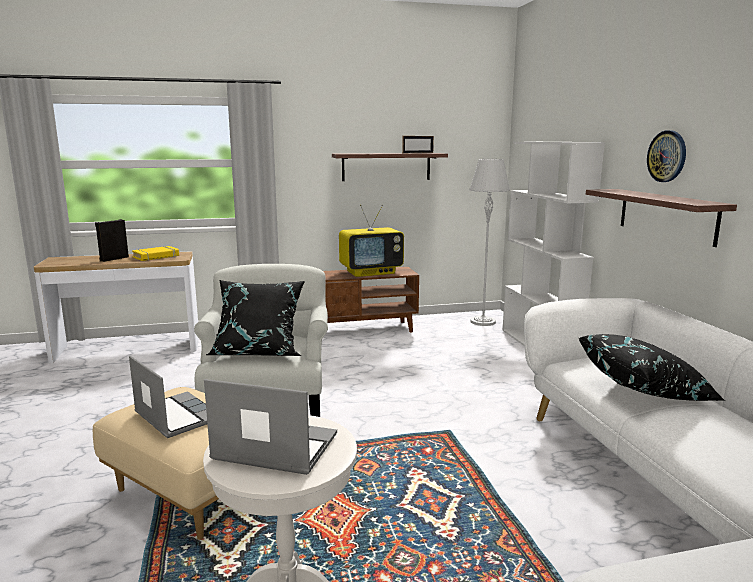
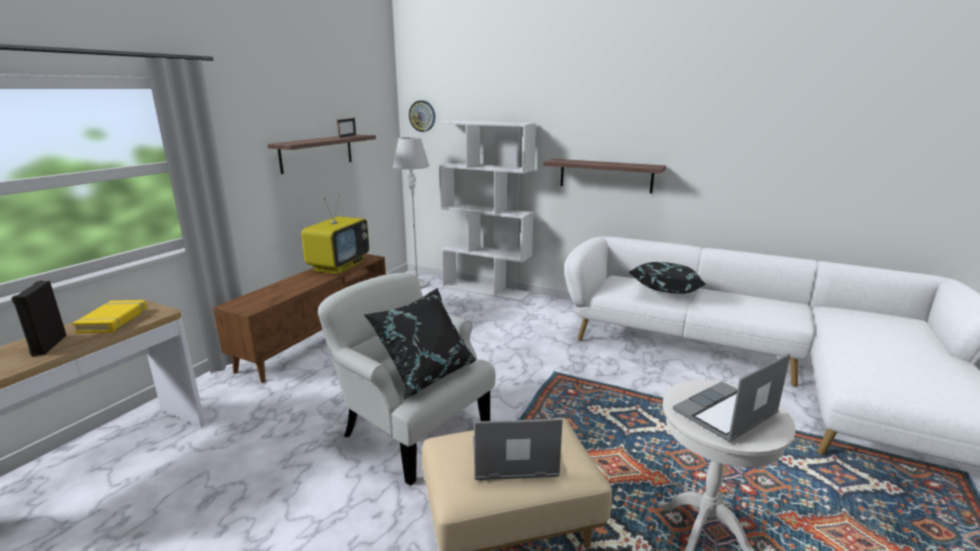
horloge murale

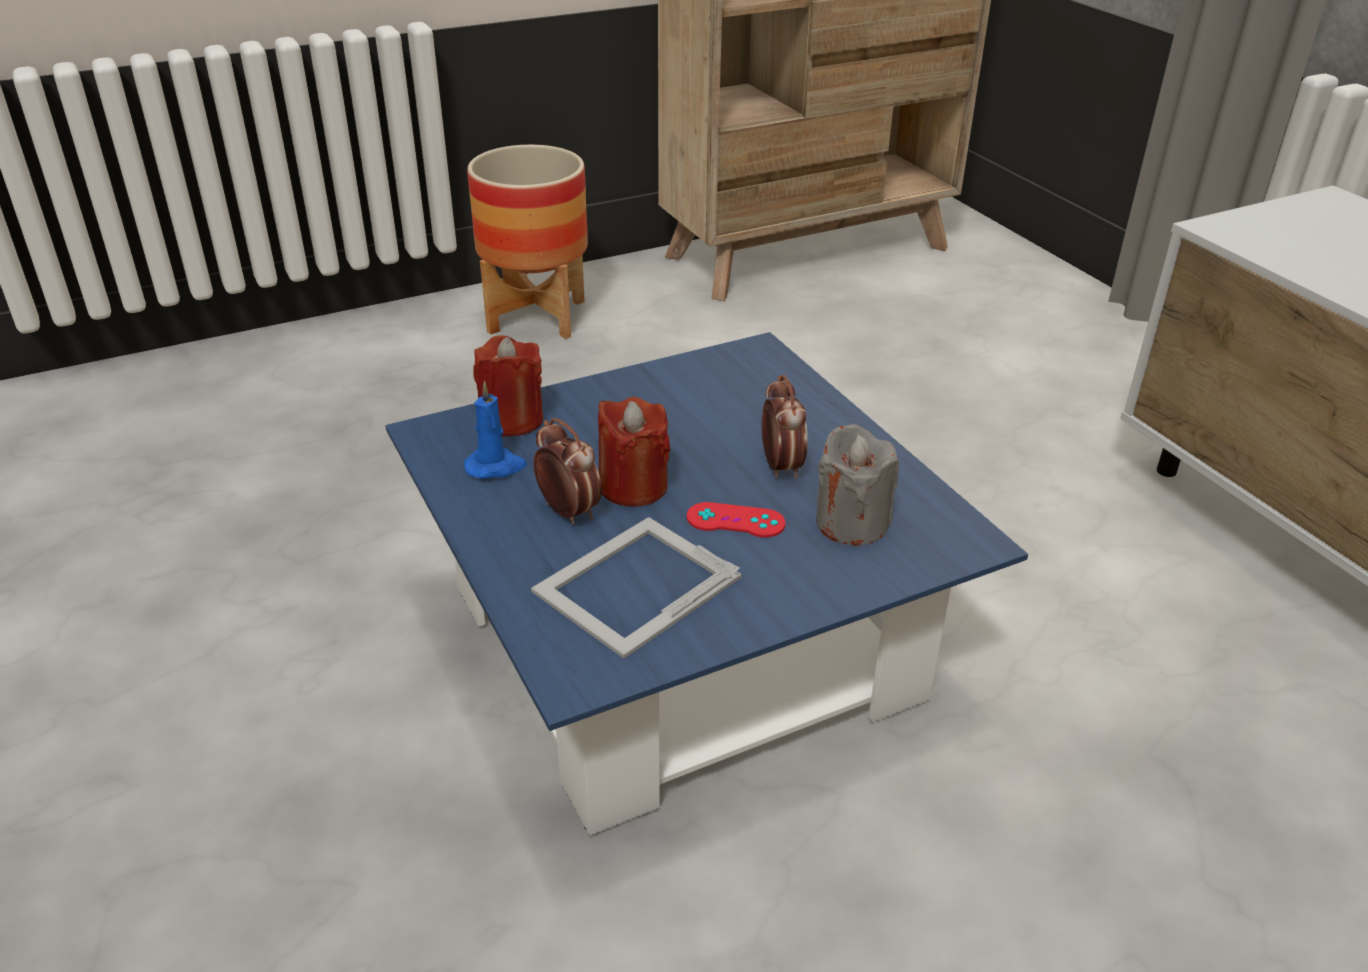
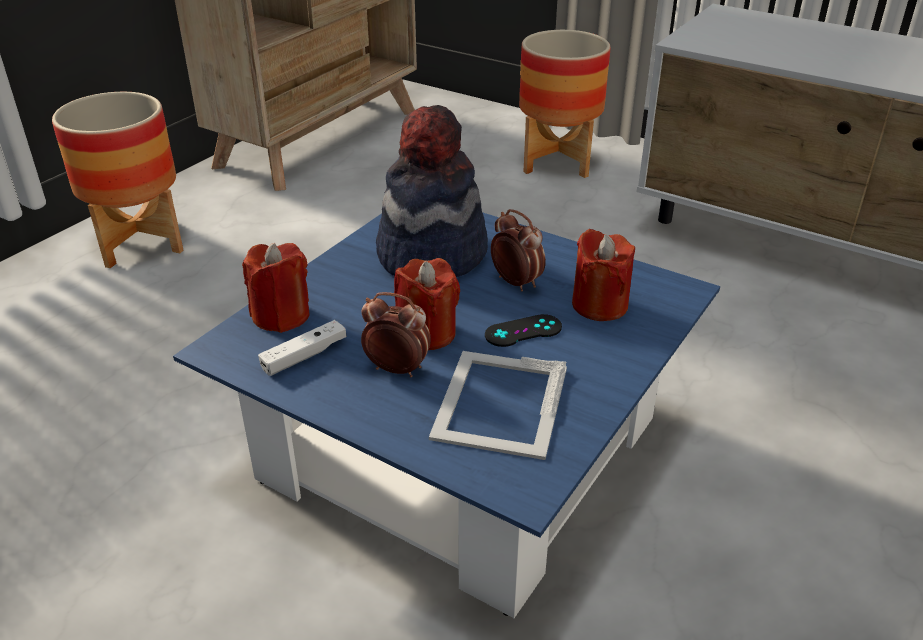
manette/blanc; bougie/rouge (no. 3 from left); manette/noir; cache-pot (no. 2 from left); chapeau

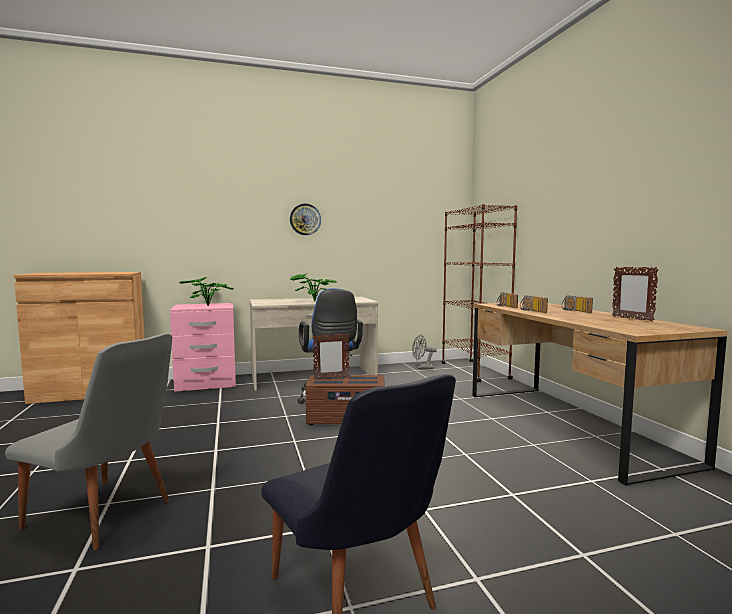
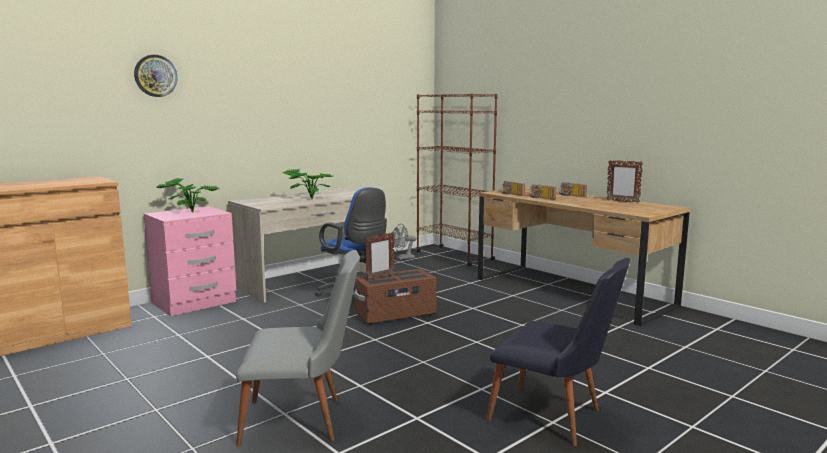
horloge murale

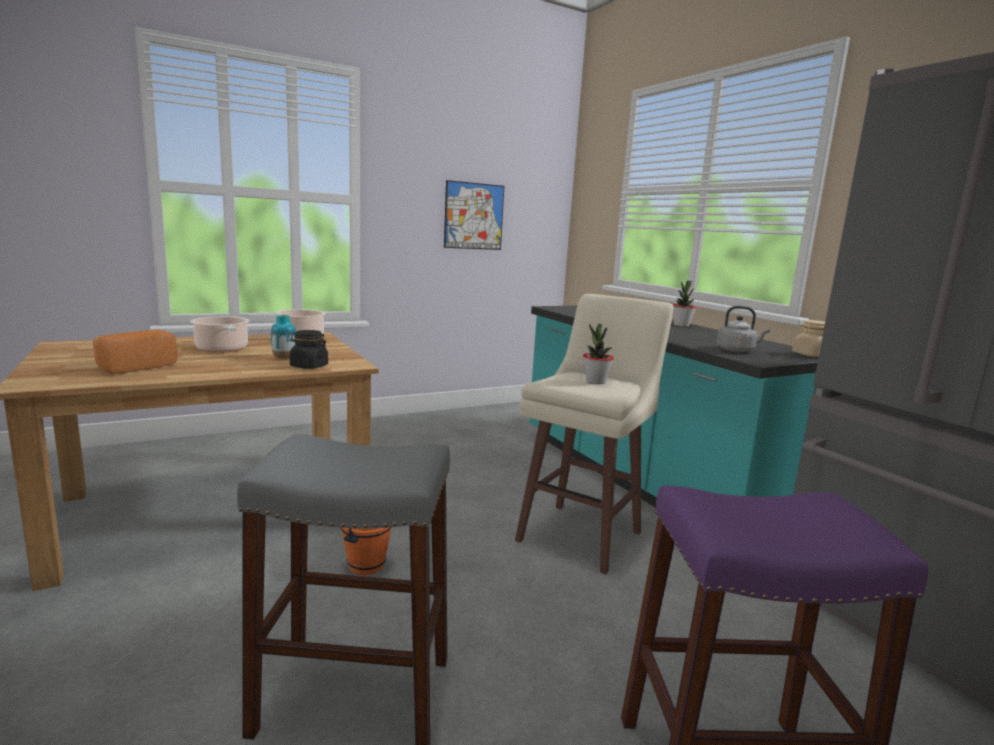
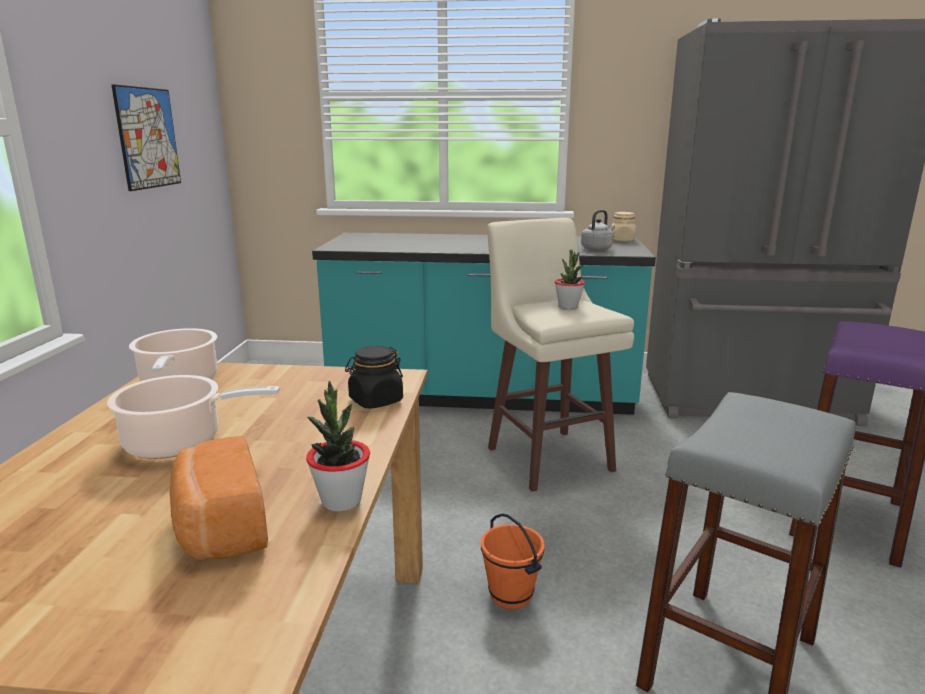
plante en pot (no. 1 from left); vase

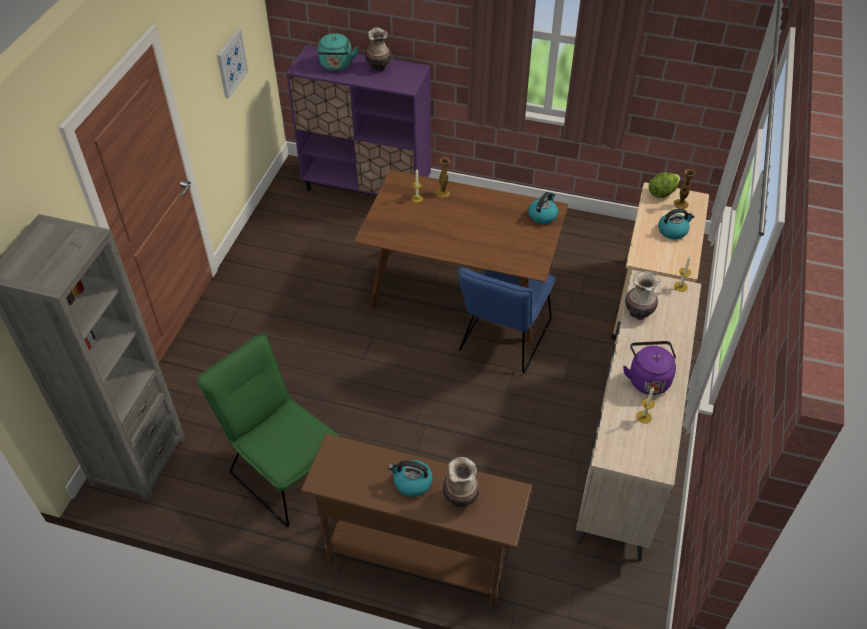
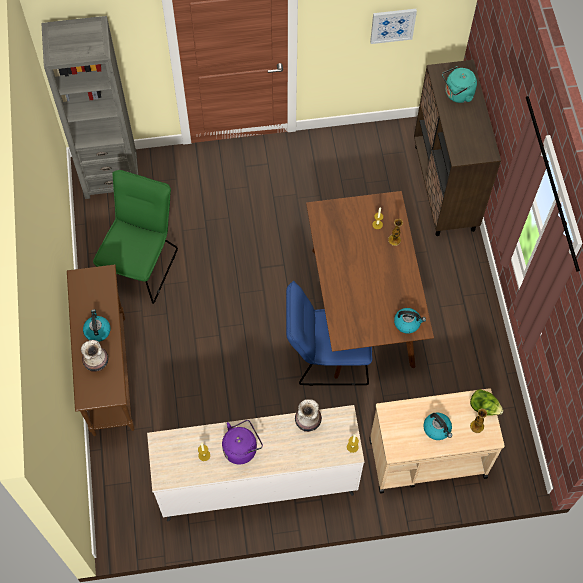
vase (no. 1 from left in the first image); meuble de rangement/marron

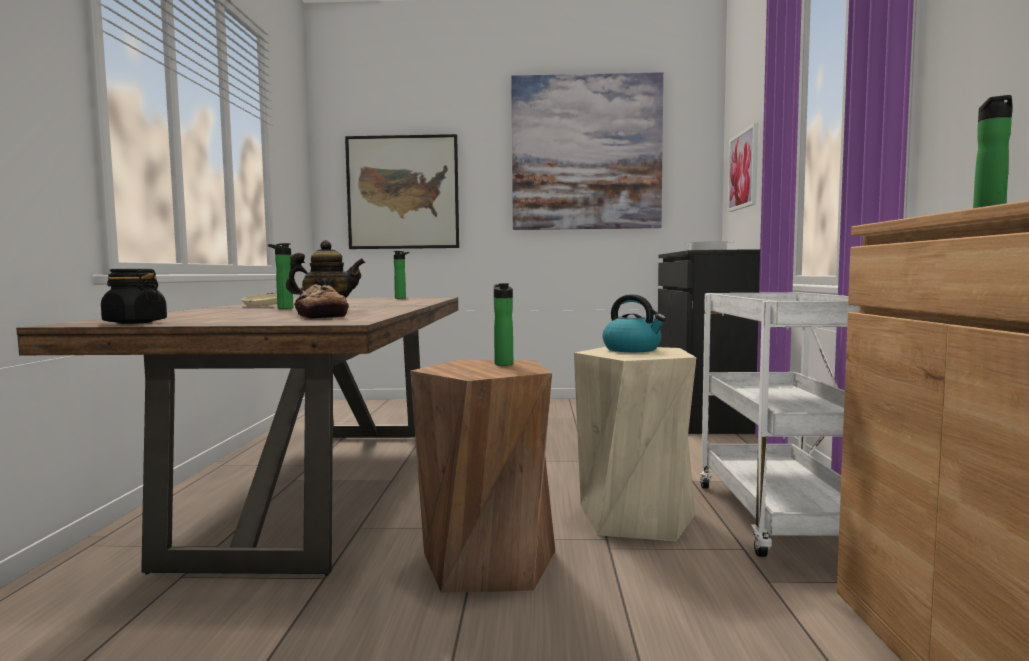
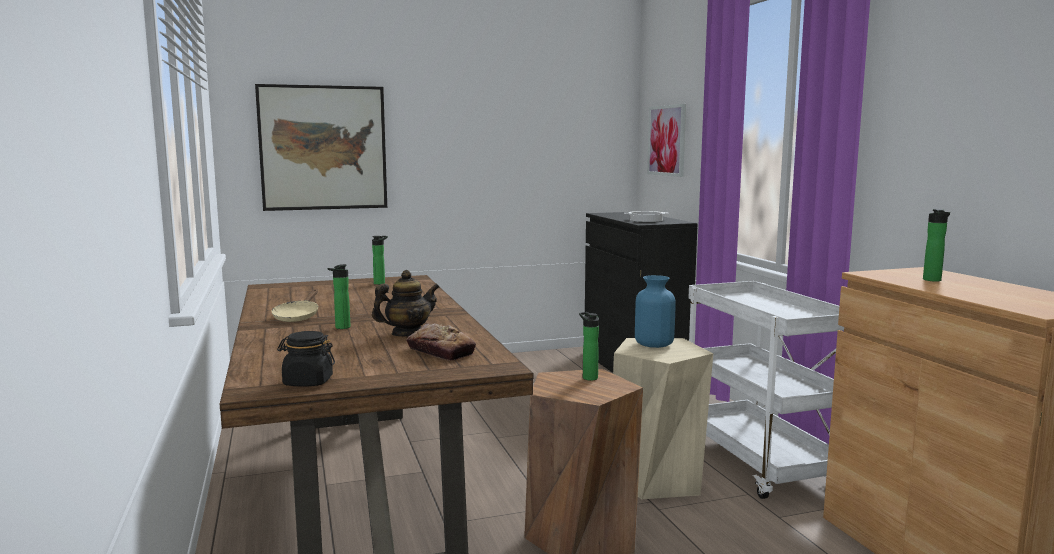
tableau (no. 2 from left in the first image); vase/bleu

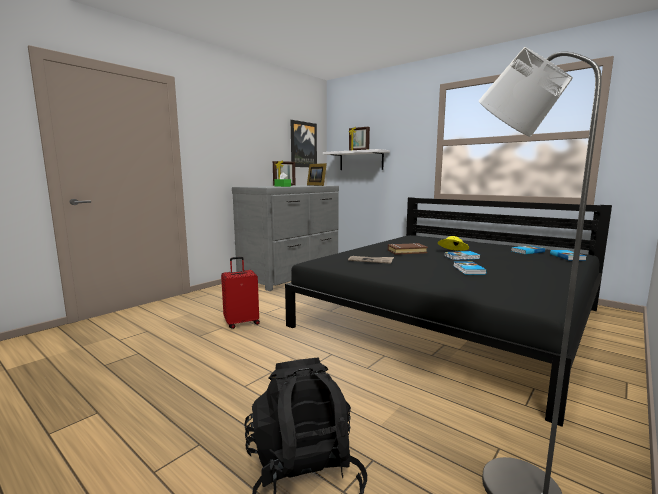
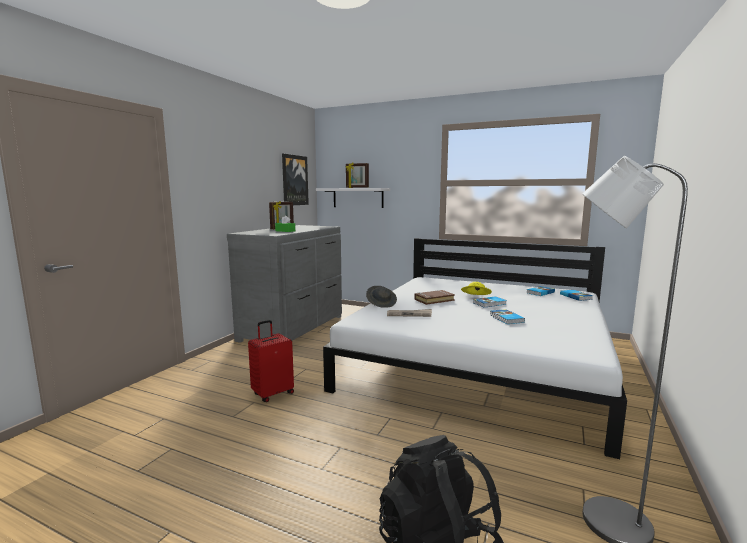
cadre photo (no. 2 from left in the first image); lit/blanc; chapeau/gris

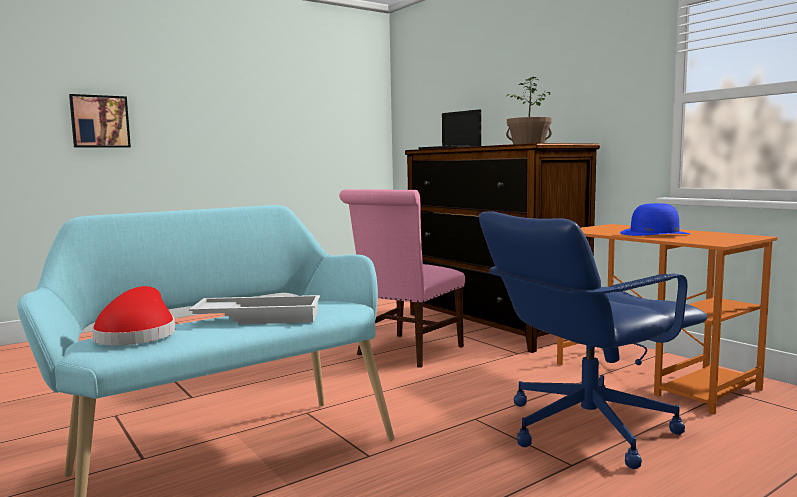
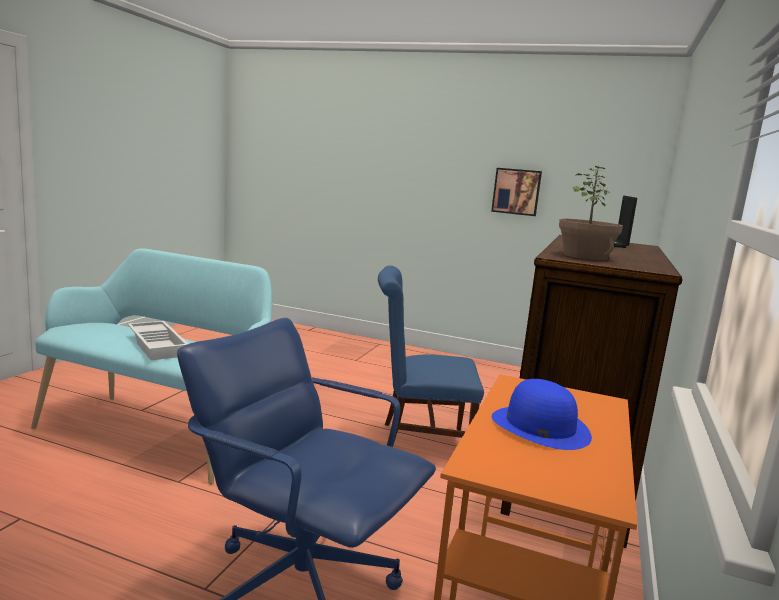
tableau; chaise/bleu; chapeau/rouge

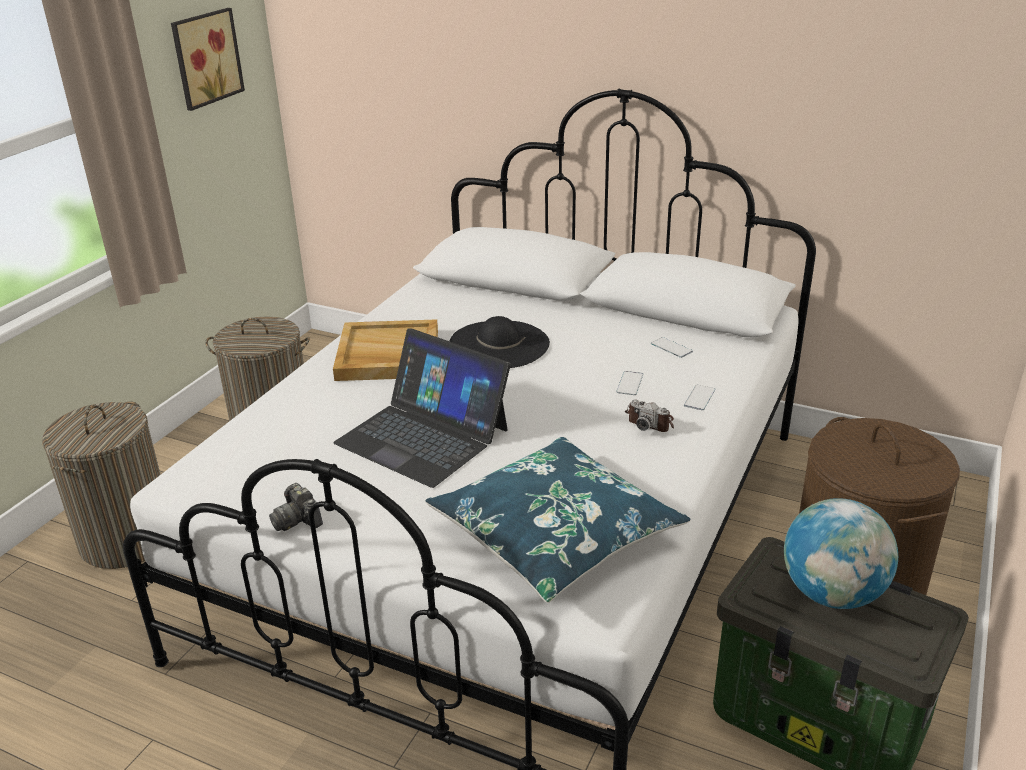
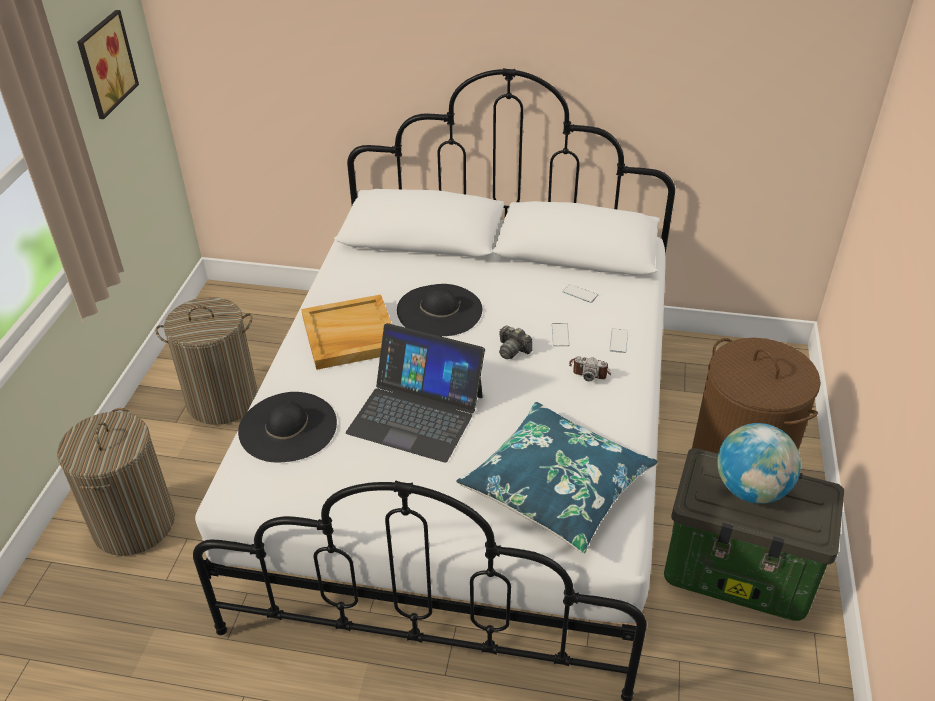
appareil photo (no. 1 from left); chapeau/noir (no. 1 from left)

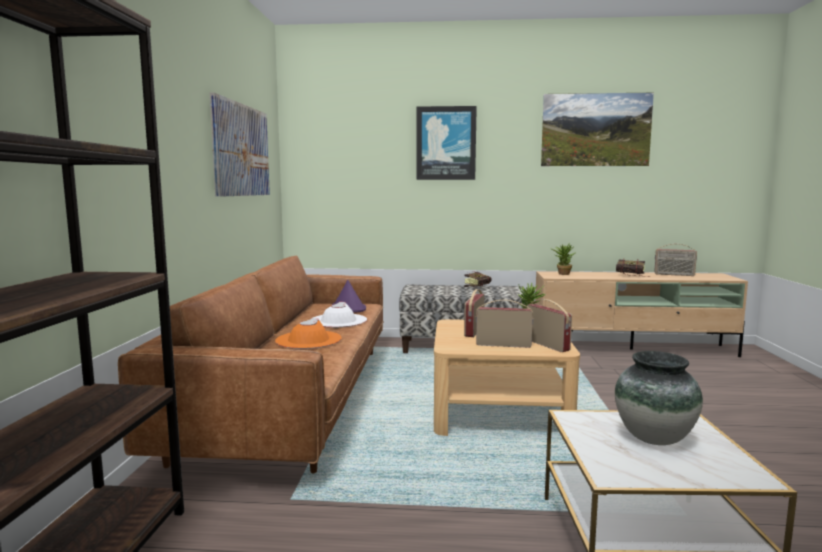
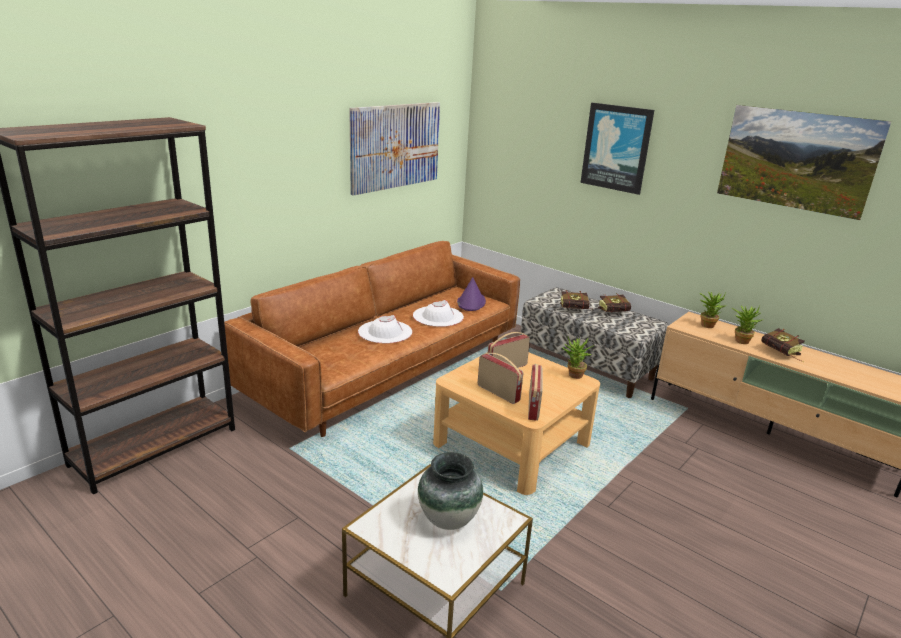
radio (no. 4 from left in the first image); chapeau/blanc (no. 1 from left); livre (no. 1 from left); plante en pot (no. 3 from left)

